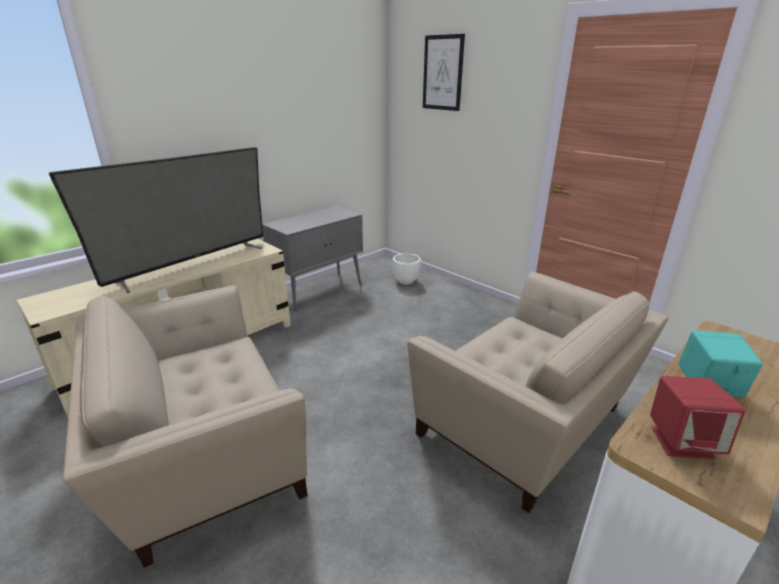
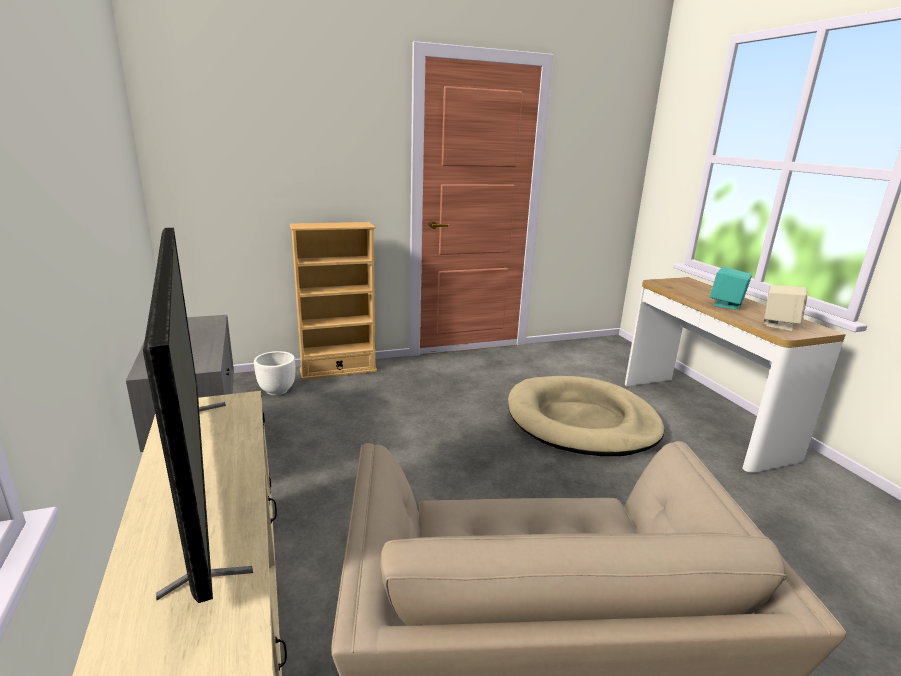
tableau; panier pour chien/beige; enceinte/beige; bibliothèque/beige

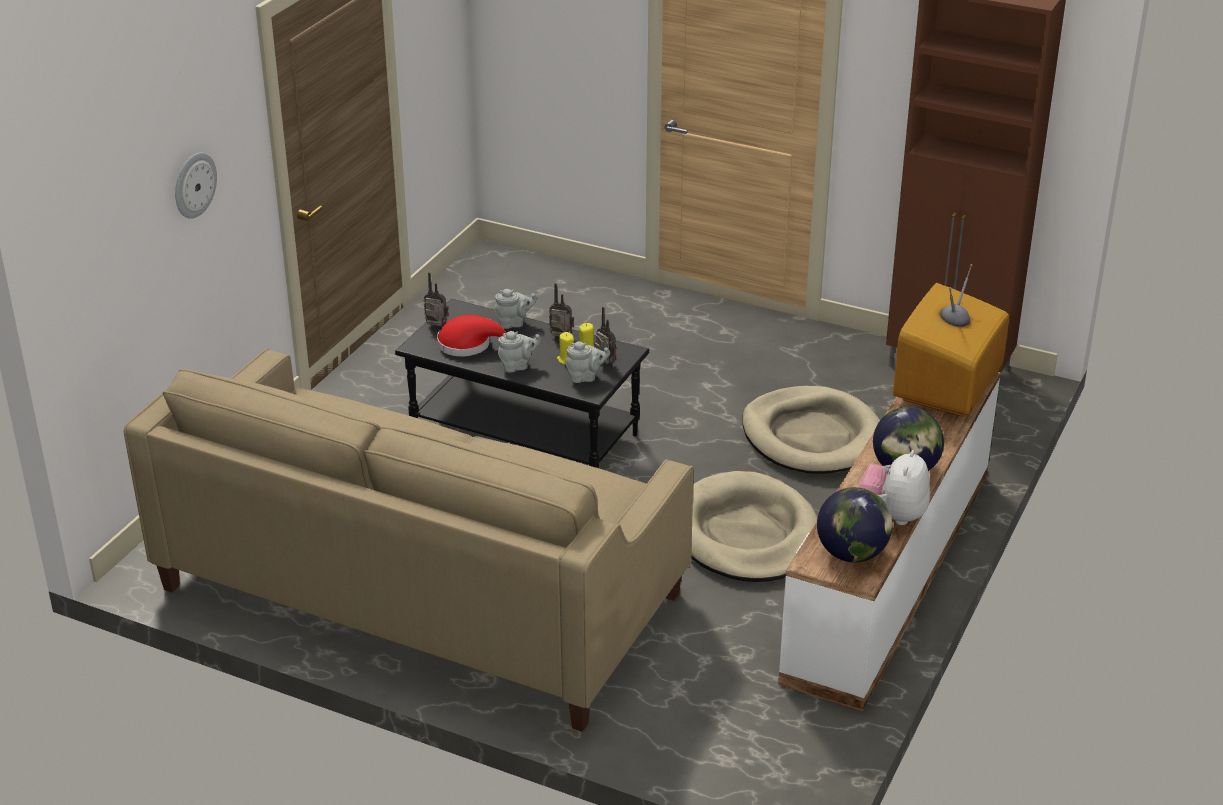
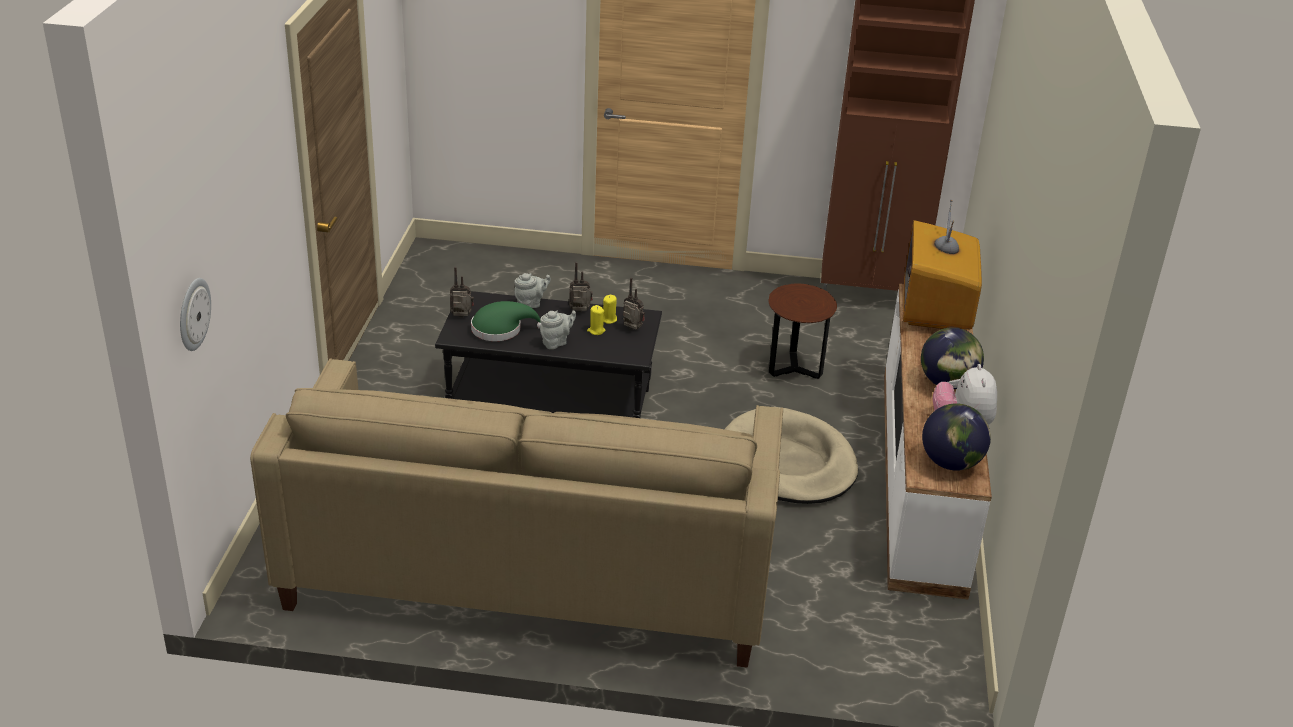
horloge murale; chapeau/vert; théière/gris (no. 3 from left in the first image); table d'appoint/marron

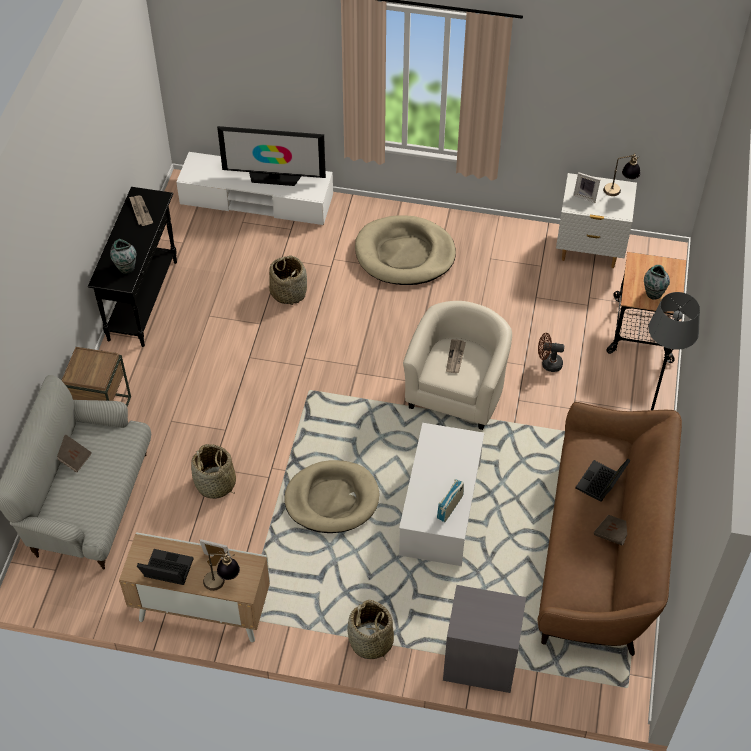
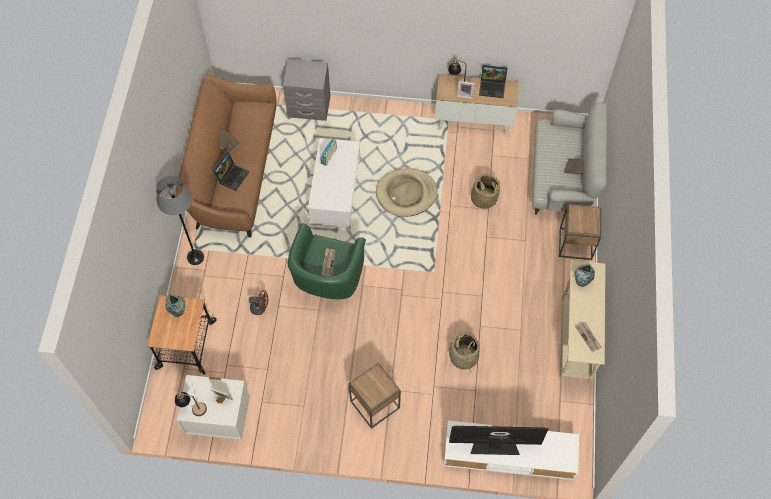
table console/beige; table d'appoint/marron (no. 1 from left); fauteuil/vert; panier (no. 3 from left in the first image)

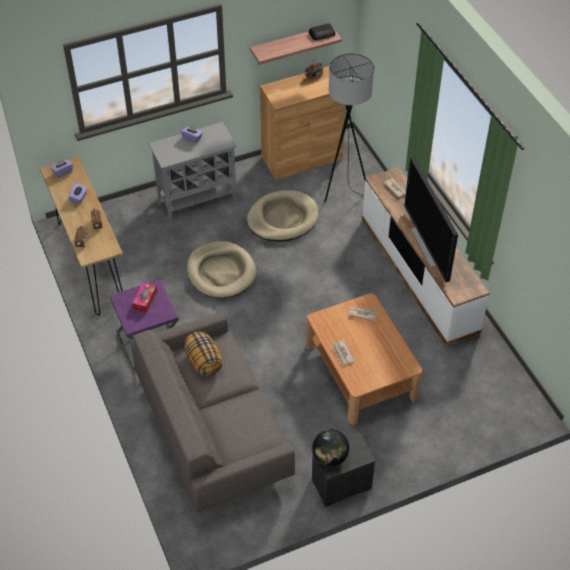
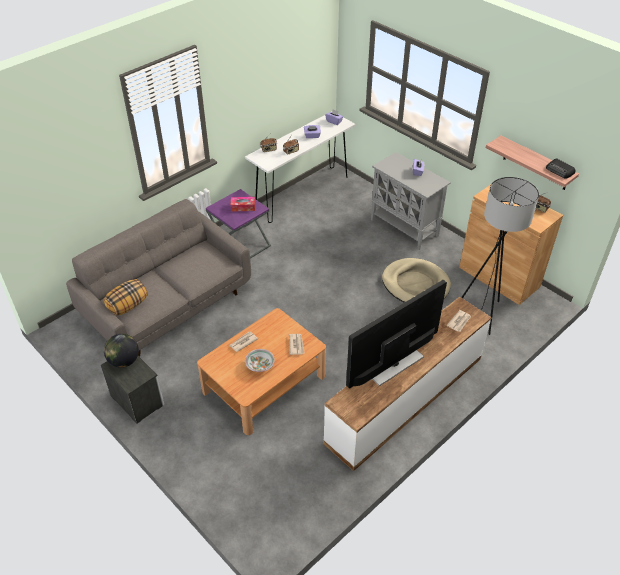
table console/blanc; panier pour chien/beige (no. 1 from left in the first image); coussin; bol

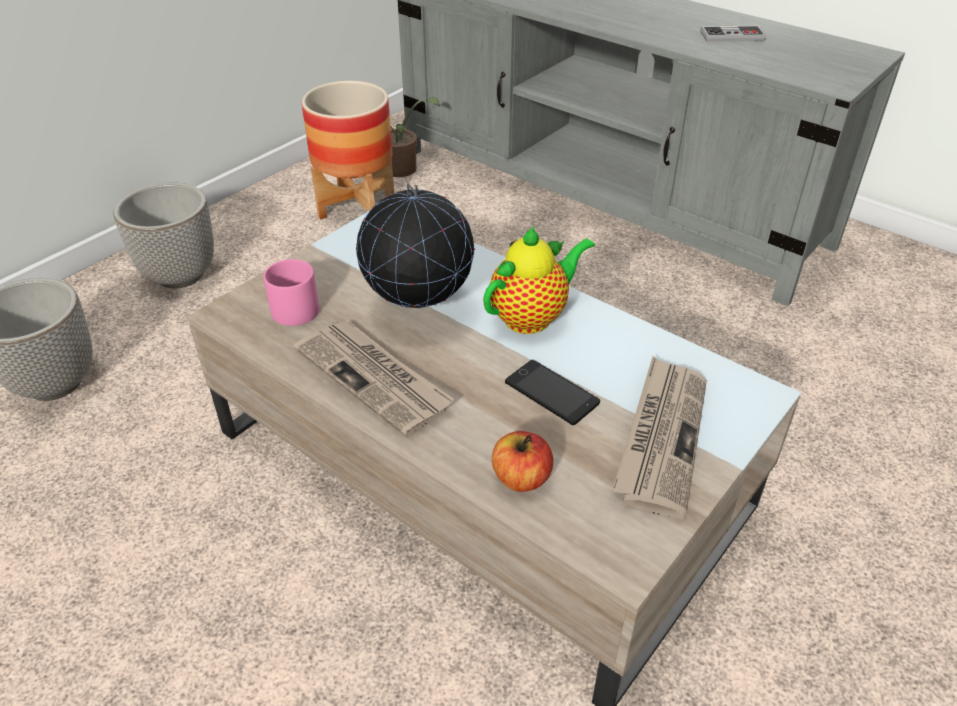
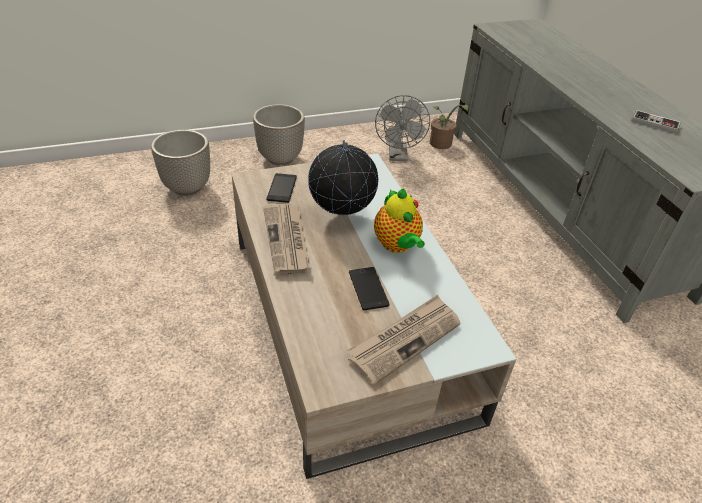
ventilateur/gris; théière; téléphone (no. 1 from left); pomme

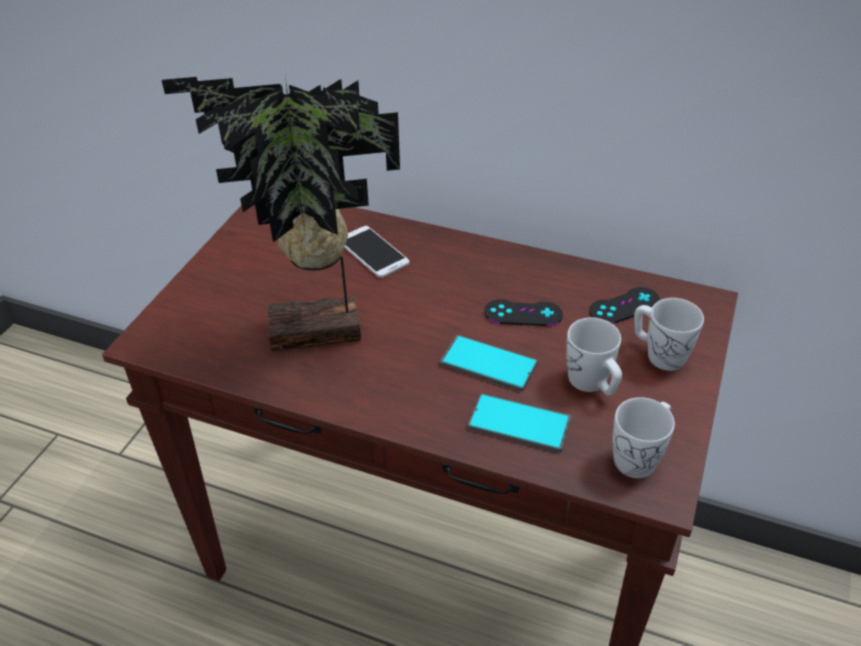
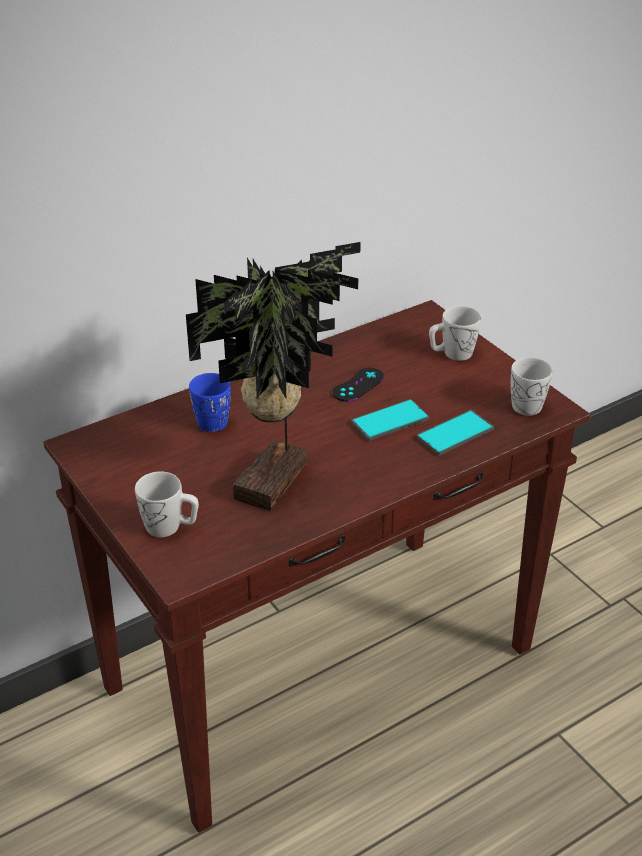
mug/bleu; manette/noir (no. 2 from left in the first image); mug/blanc (no. 1 from left)

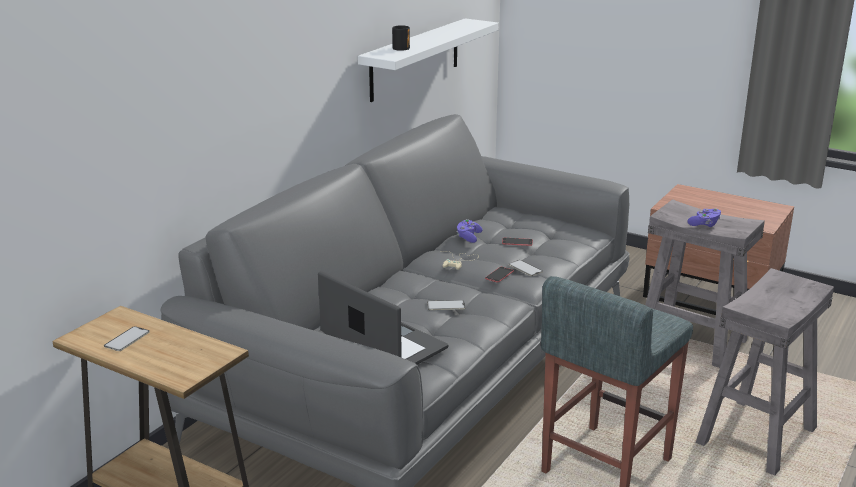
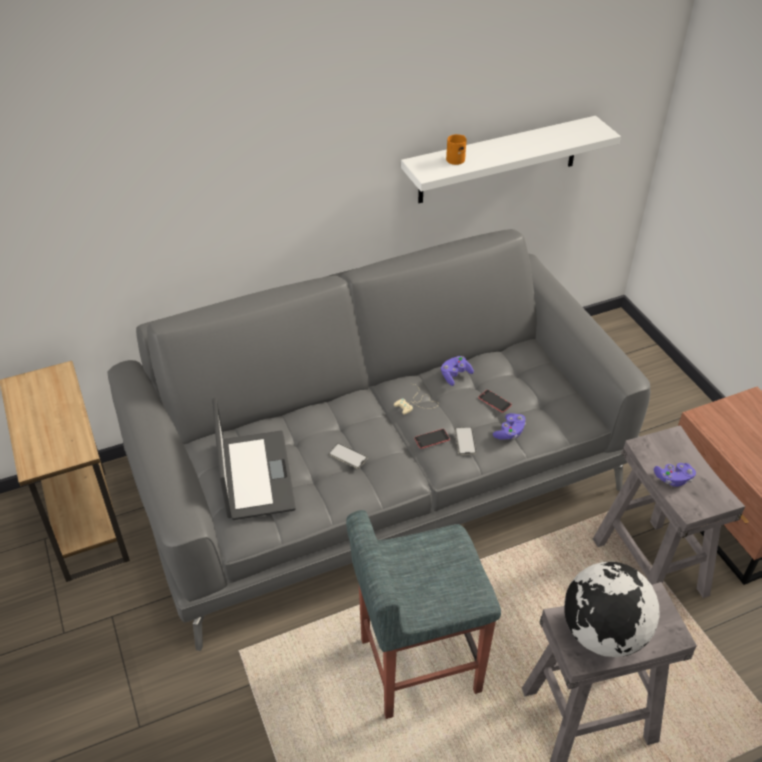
mug/orange; téléphone (no. 1 from left in the first image); manette/violet (no. 2 from left); globe

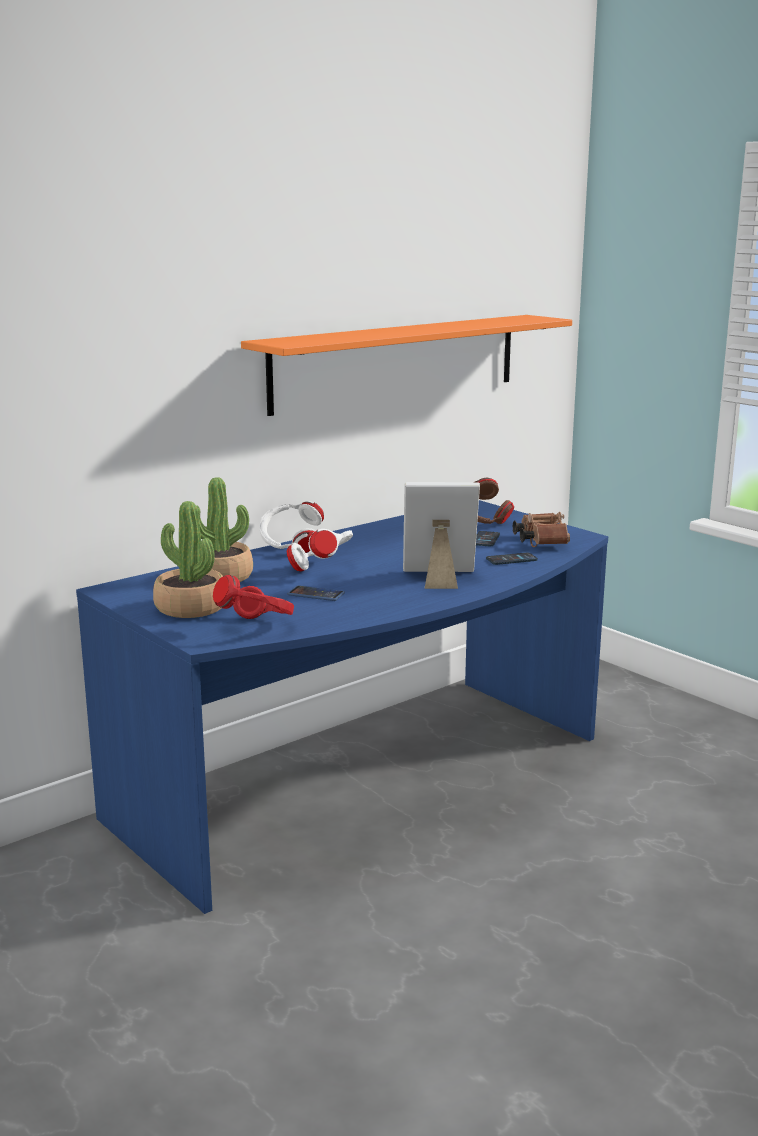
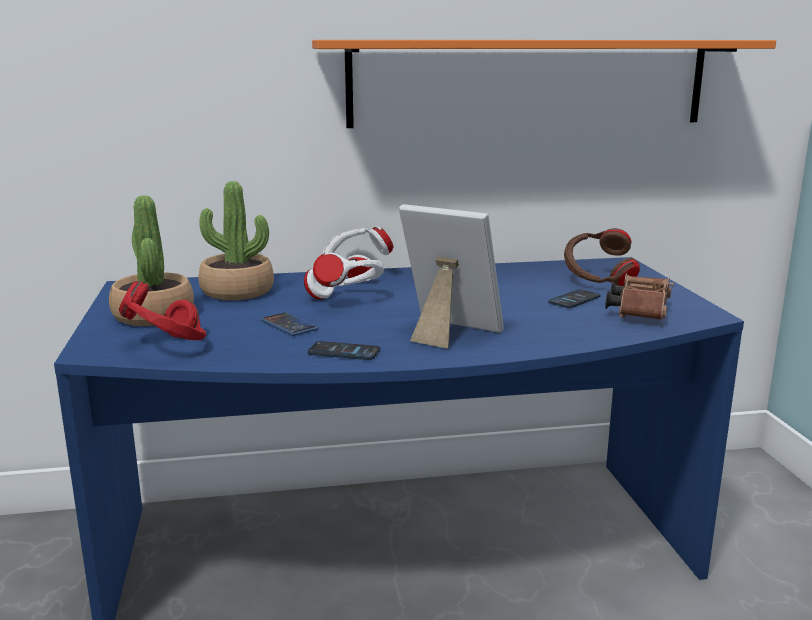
téléphone (no. 2 from left)

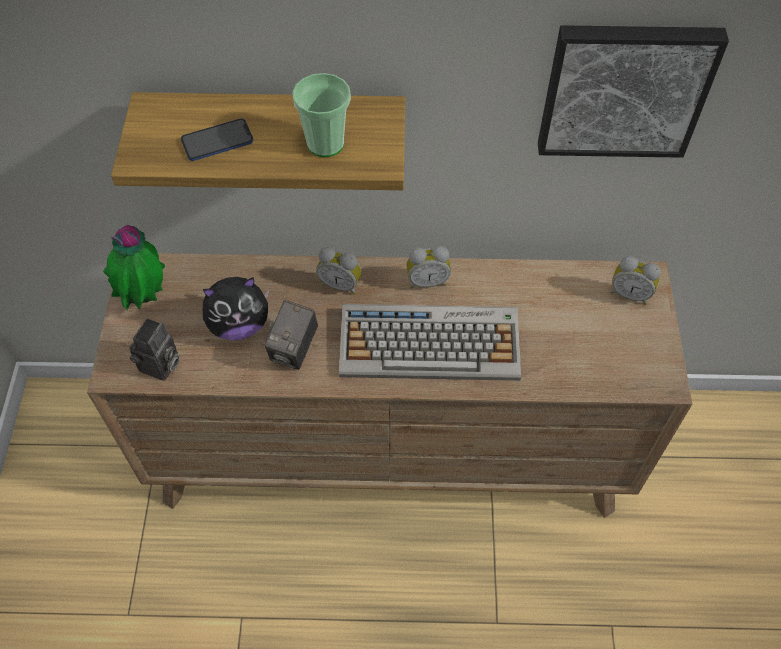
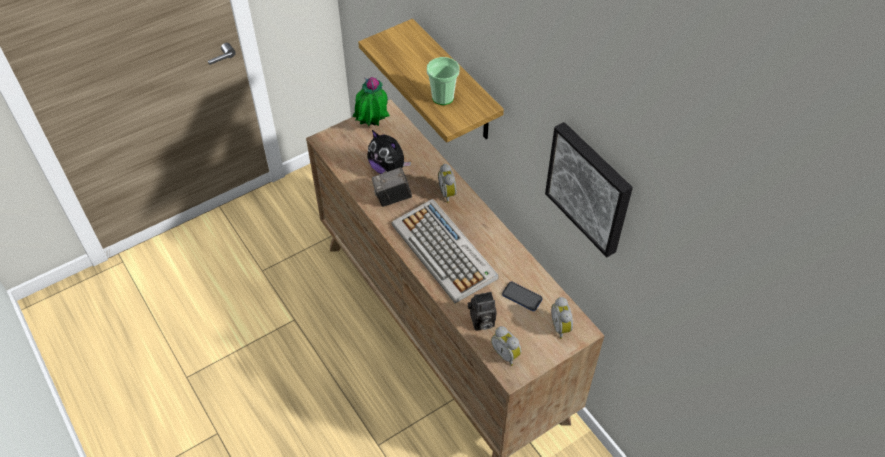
téléphone; réveil (no. 2 from left); appareil photo (no. 2 from left)

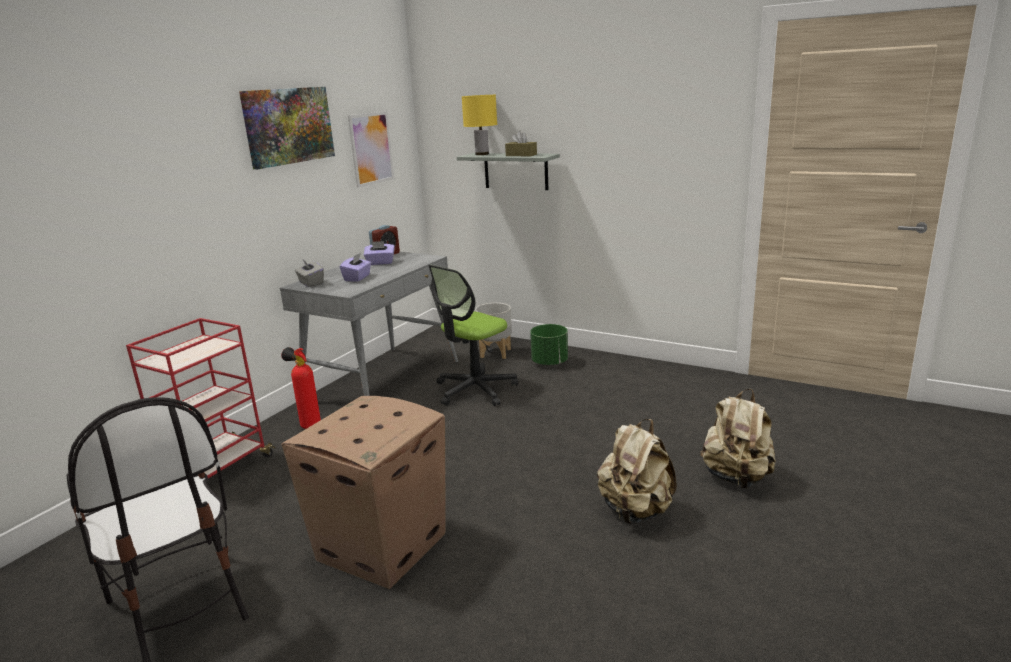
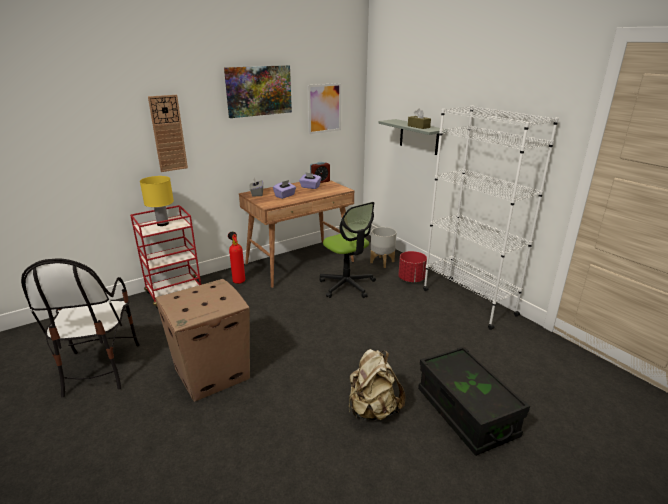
lampe de table/jaune; bureau/marron; chaise de bureau; cache-pot/rouge; boîte de rangement/noir; horloge murale; bibliothèque/blanc

